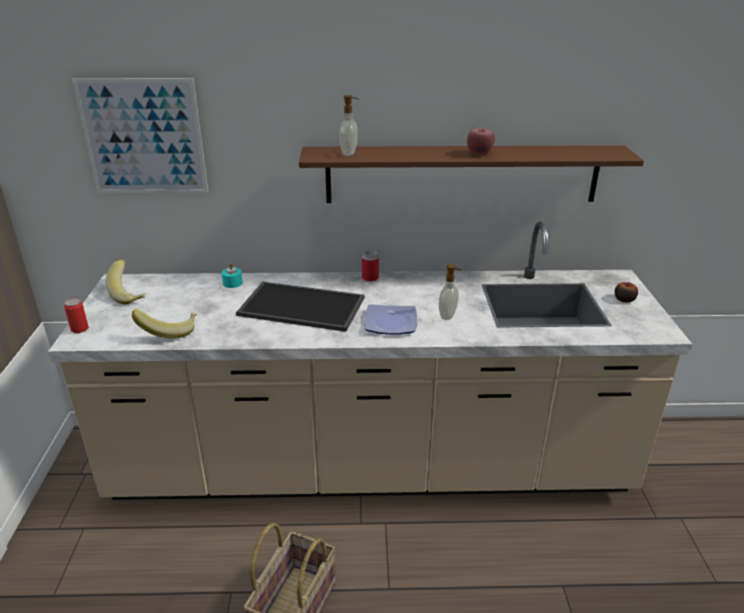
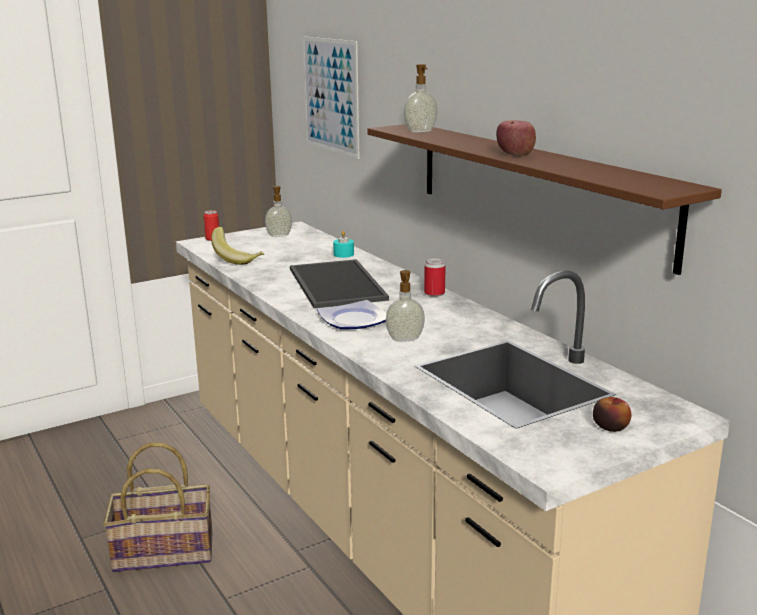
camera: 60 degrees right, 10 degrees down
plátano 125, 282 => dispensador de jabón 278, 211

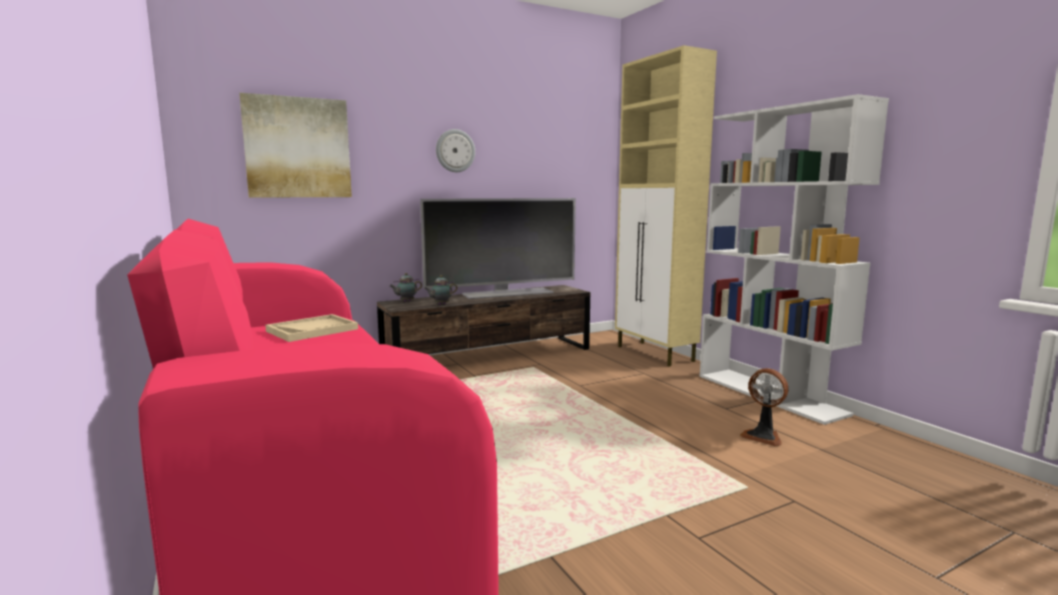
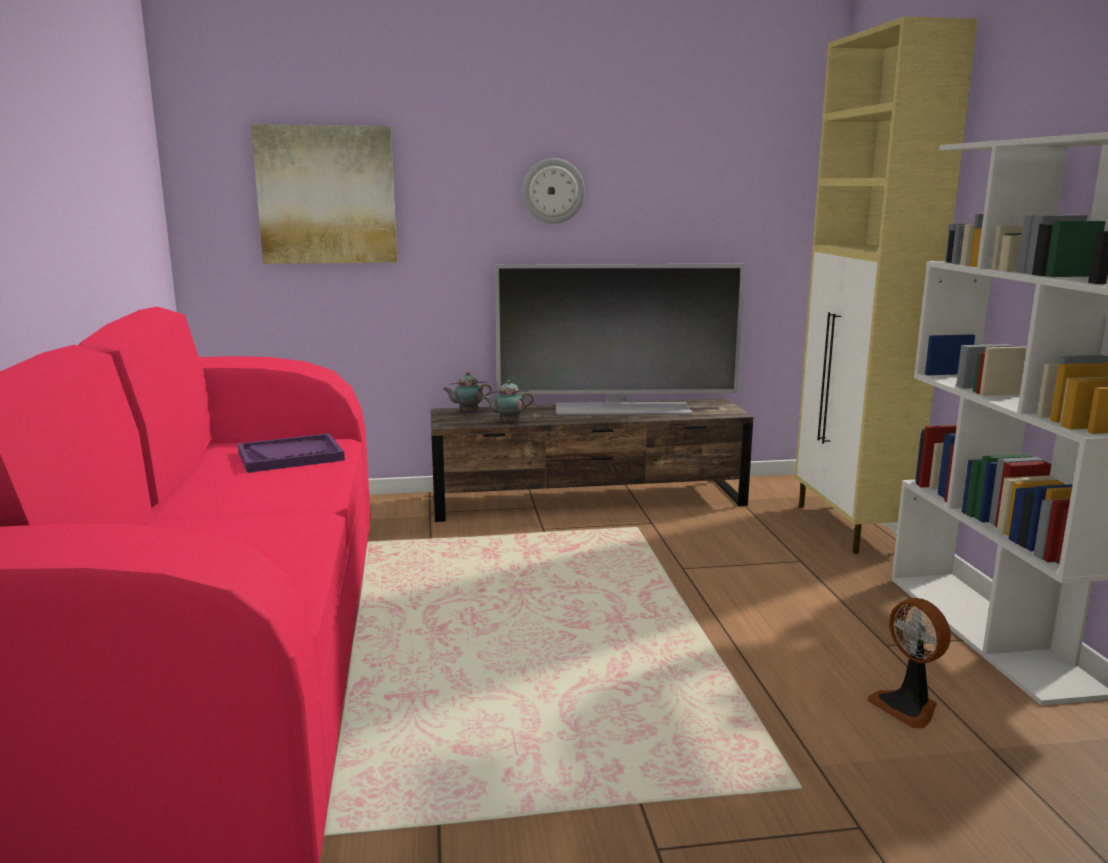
camera: 20 degrees right, 5 degrees up
bandeja (beis) 311, 328 => bandeja (morado) 291, 453

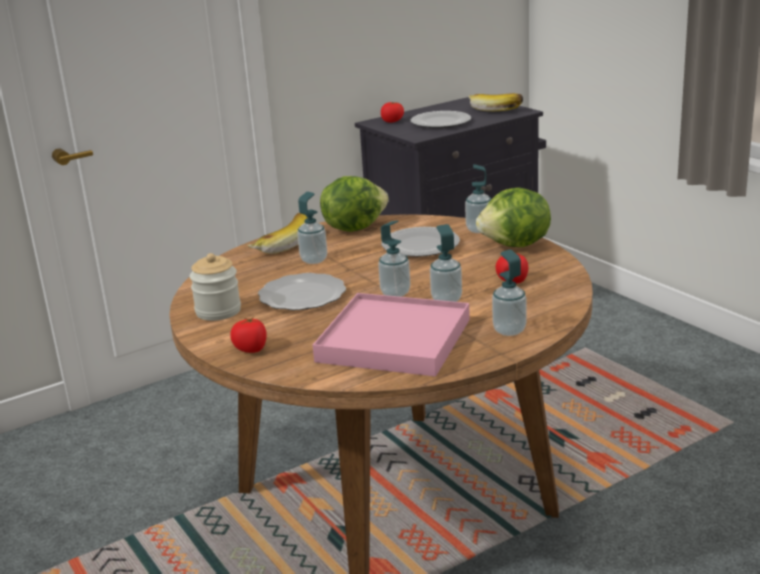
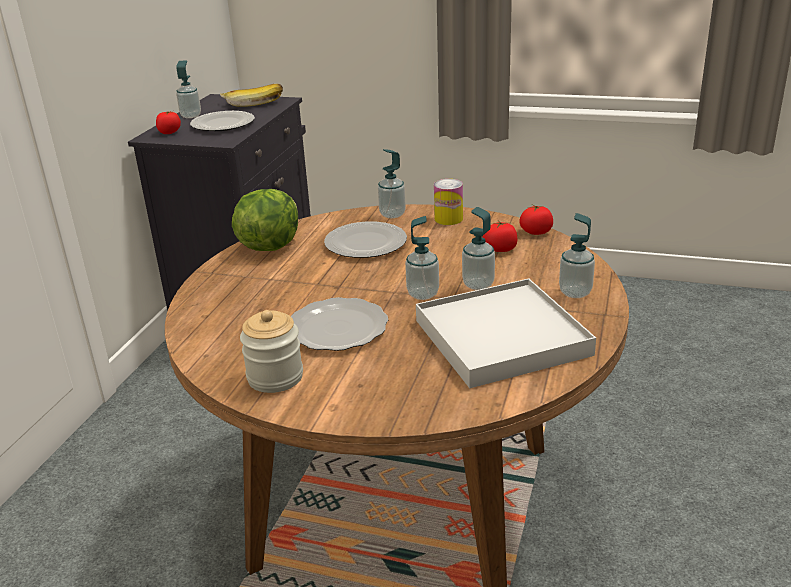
camera: 40 degrees left, 5 degrees up
dispensador de jabón 312, 228 => dispensador de jabón 188, 89, move
bandeja (rosa) 391, 335 => bandeja (blanco) 506, 333
lechuga 513, 217 => lata 448, 202
tomate 248, 335 => tomate 536, 220, move
plátano 278, 233 => nothing

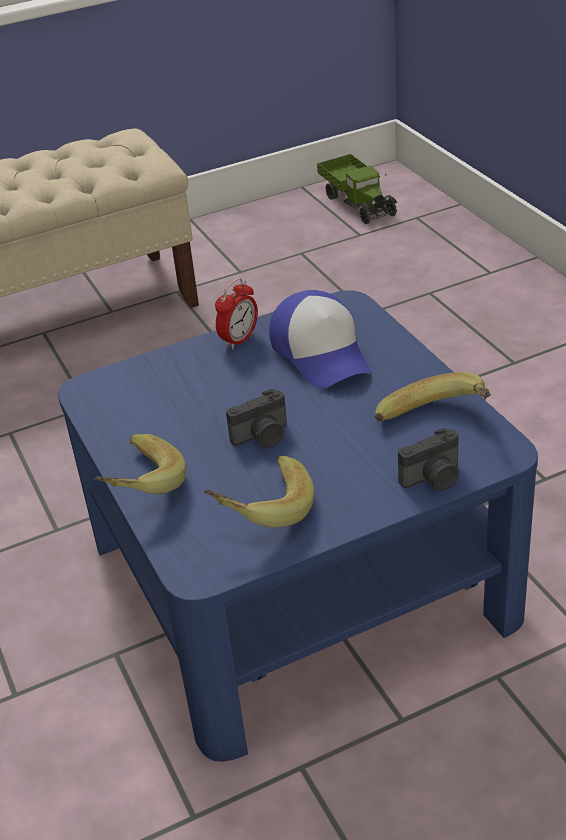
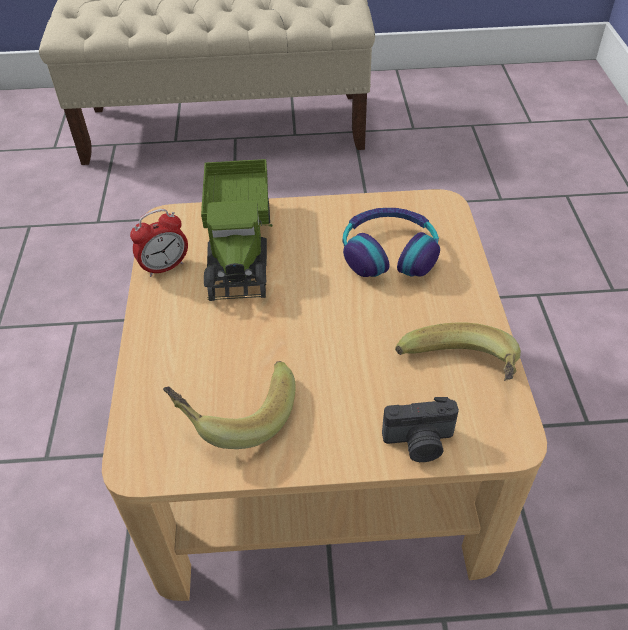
camera: 20 degrees right, 10 degrees up
mesa de centro (azul) 298, 526 => mesa de centro (beis) 324, 395
despertador 236, 314 => despertador 159, 243, move
camión de juguete 357, 189 => camión de juguete 237, 230, move
gorra 320, 339 => auriculares 391, 242
plátano 140, 464 => nothing
cámara 256, 418 => nothing

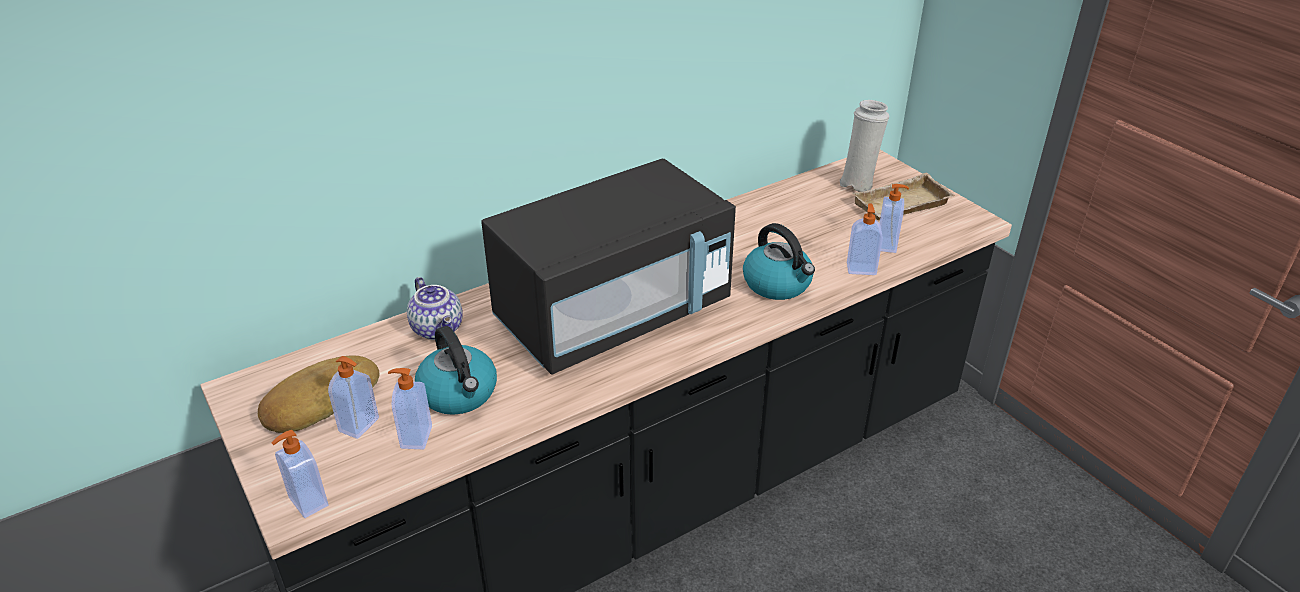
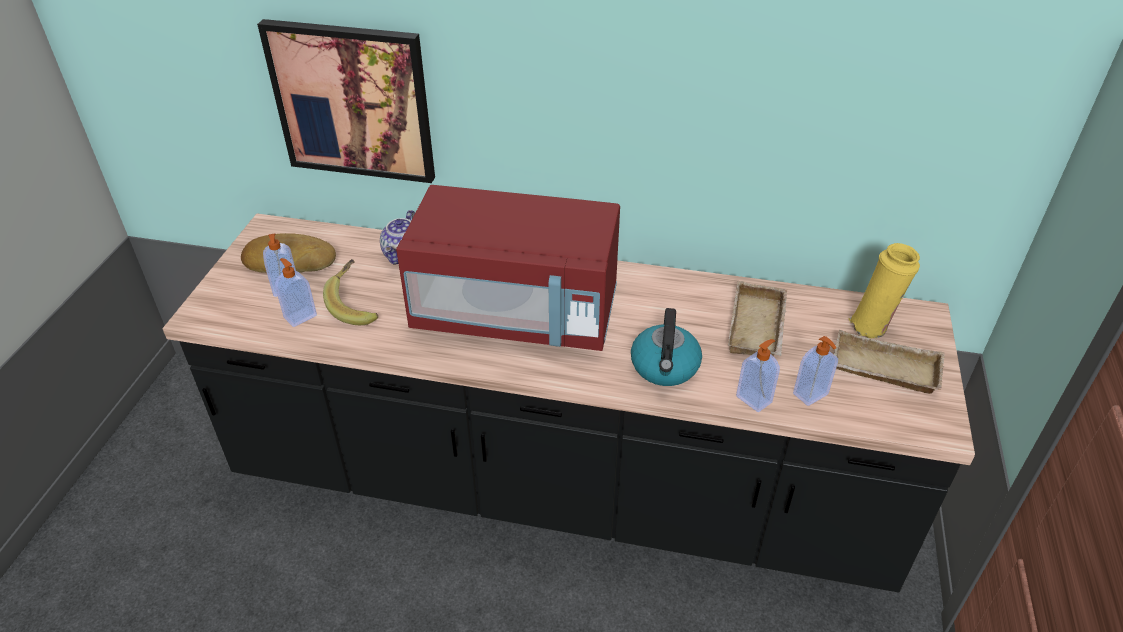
camera: 45 degrees right, 5 degrees up
nothing => cuadro 346, 101
hervidor 456, 370 => plátano 350, 292
microondas (negro) 608, 267 => microondas (rojo) 508, 268
nothing => bandeja (beis) 757, 318
florero (blanco) 864, 146 => florero (amarillo) 884, 290
dispensador de jabón 300, 474 => nothing

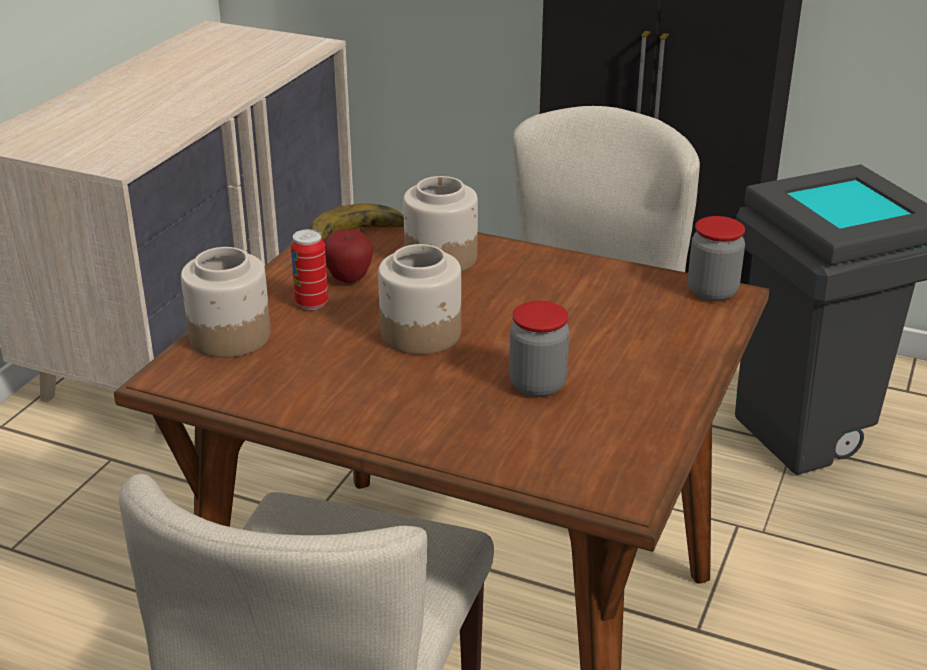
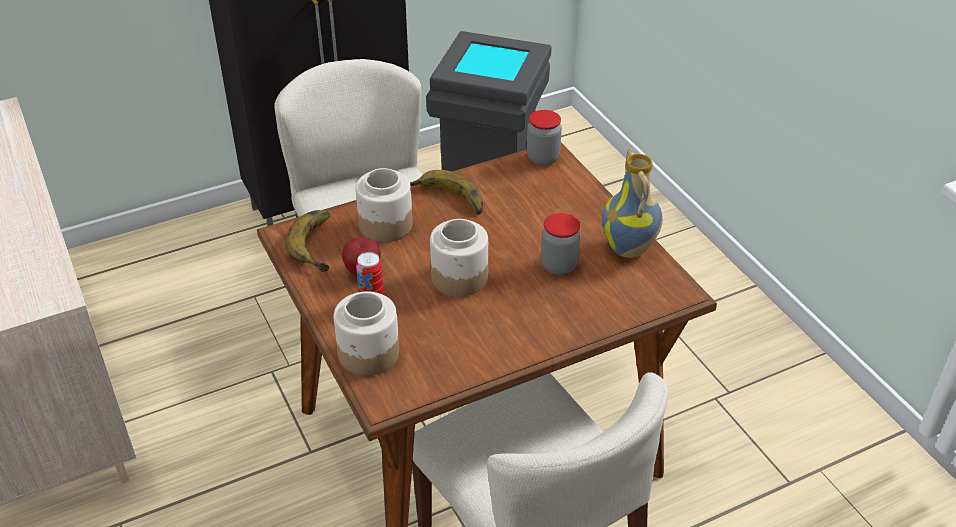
camera: 50 degrees left, 10 degrees up
nothing => plátano 446, 192
nothing => florero 632, 203

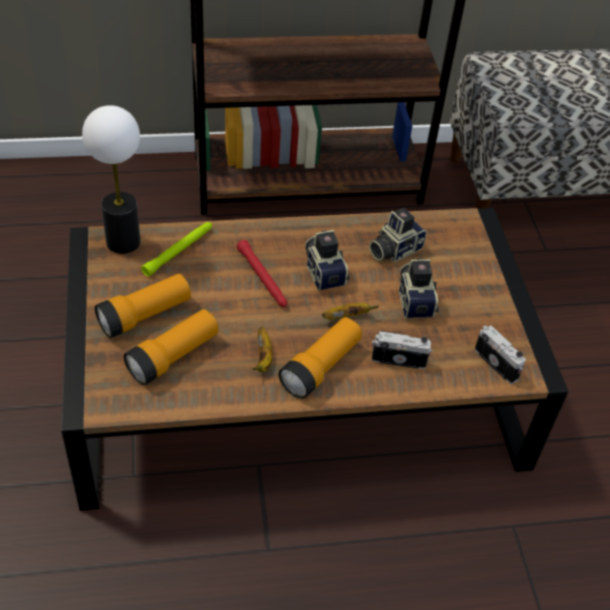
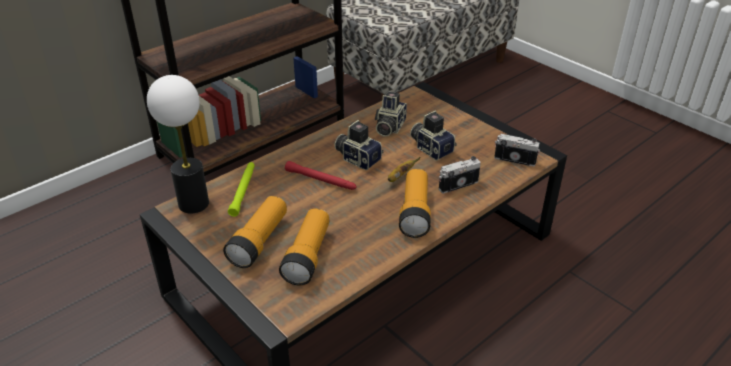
camera: 30 degrees left, 10 degrees down
plátano 262, 349 => nothing

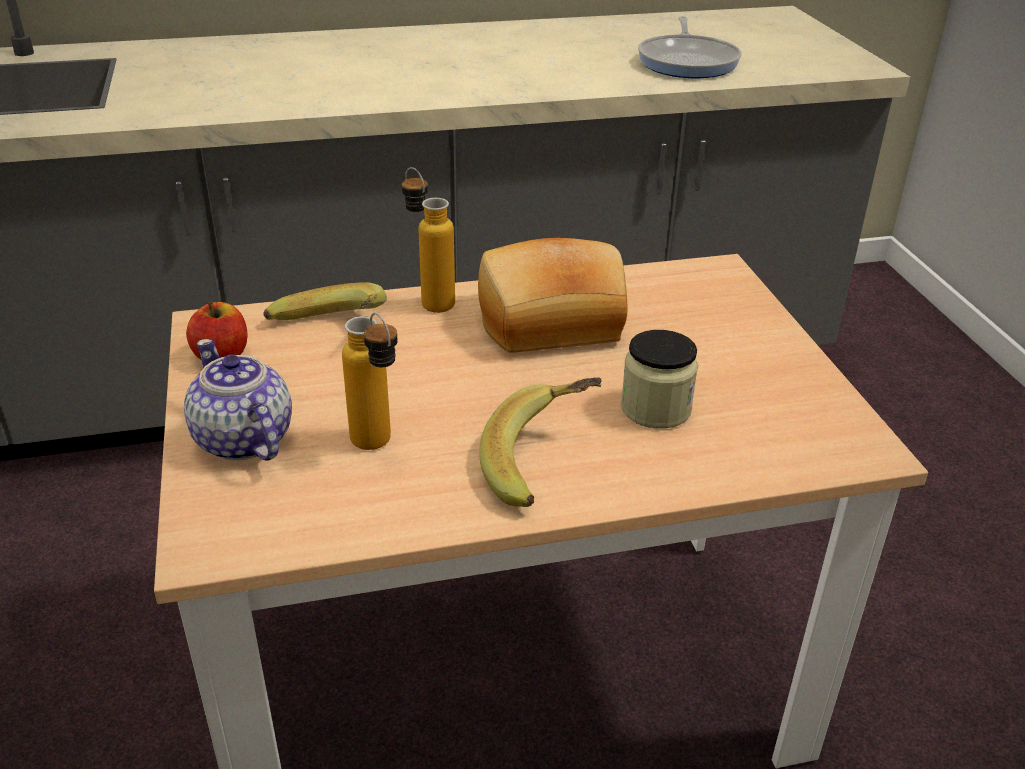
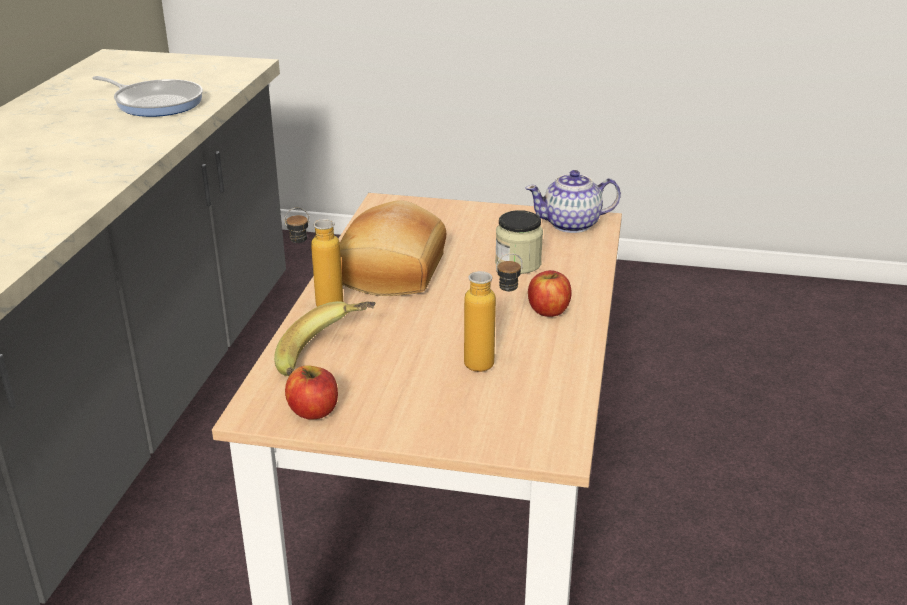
camera: 65 degrees left, 5 degrees down
tetera 238, 400 => tetera 573, 201, move
plátano 540, 442 => manzana 550, 293

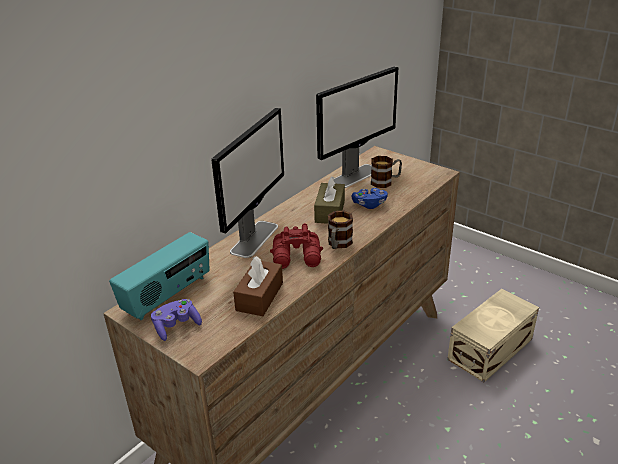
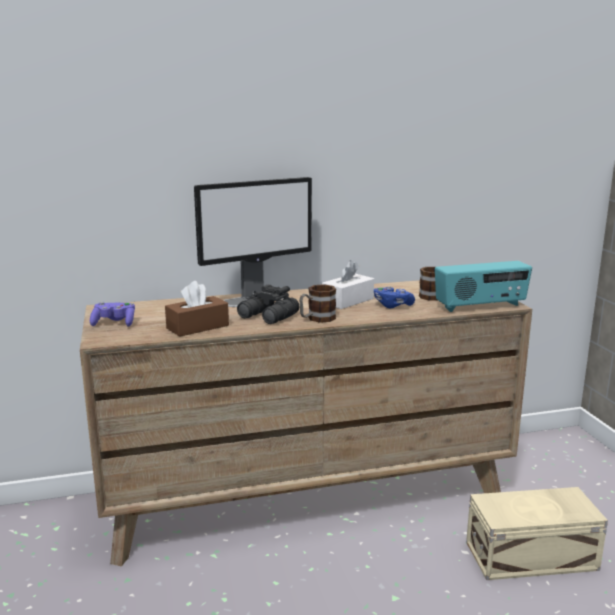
camera: 35 degrees right, 15 degrees down
prismáticos (rojo) 296, 246 => prismáticos (negro) 268, 304
caja de pañuelos (marrón) 329, 200 => caja de pañuelos (blanco) 348, 284
radio 159, 276 => radio 483, 286, move
monitor 357, 127 => nothing

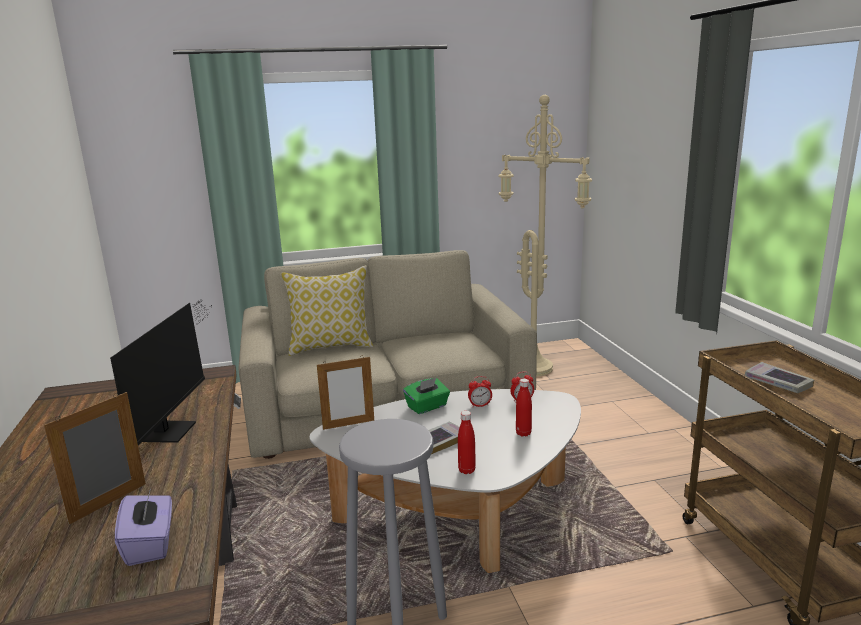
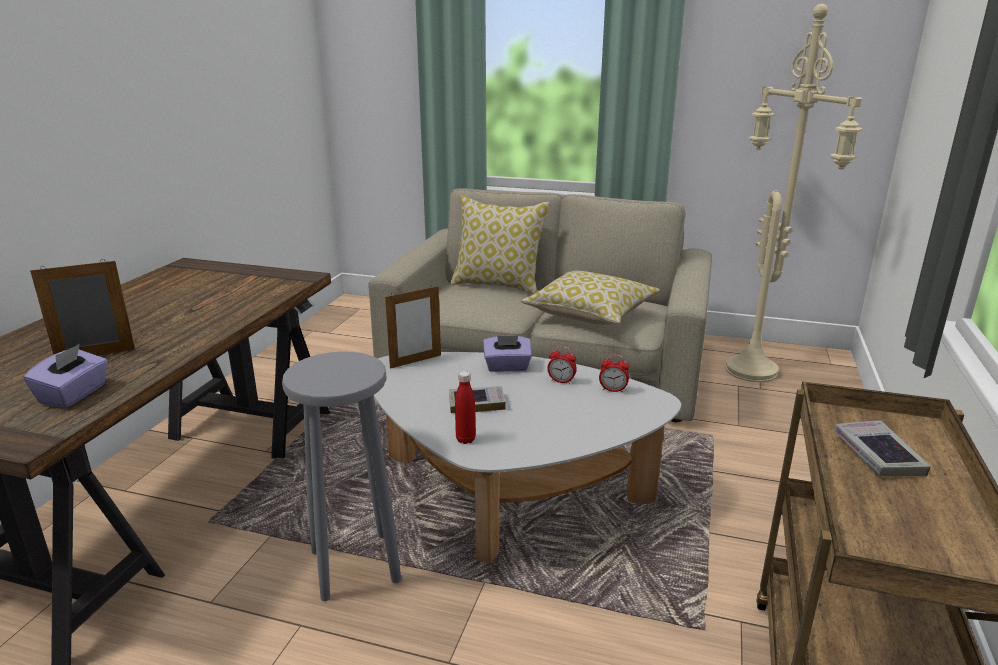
camera: 30 degrees right, 5 degrees up
portarretratos 345, 393 => portarretratos 413, 327, 45 degrees counterclockwise
caja de pañuelos (verde) 426, 395 => caja de pañuelos (morado) 507, 353
nothing => cojín 590, 298
monitor 161, 372 => nothing
botella (rojo) 524, 408 => nothing

